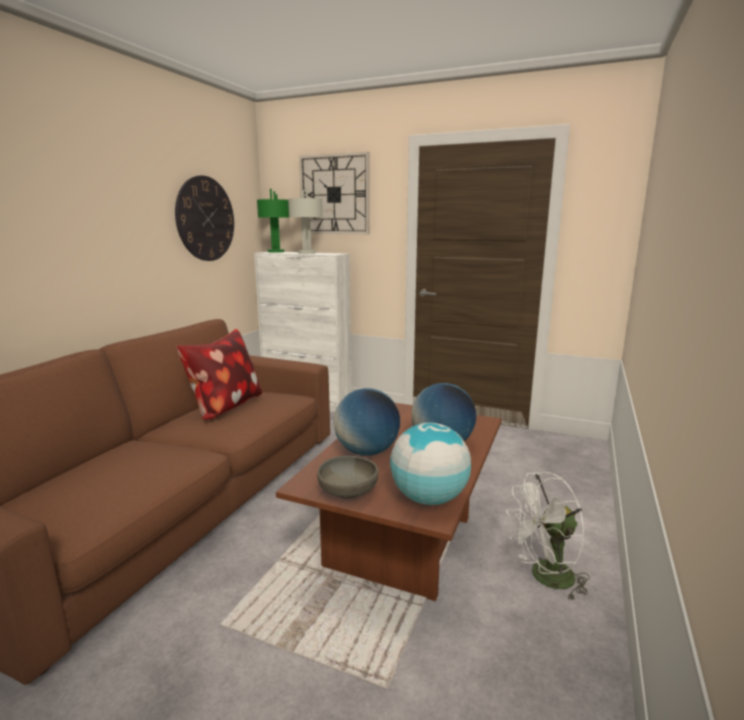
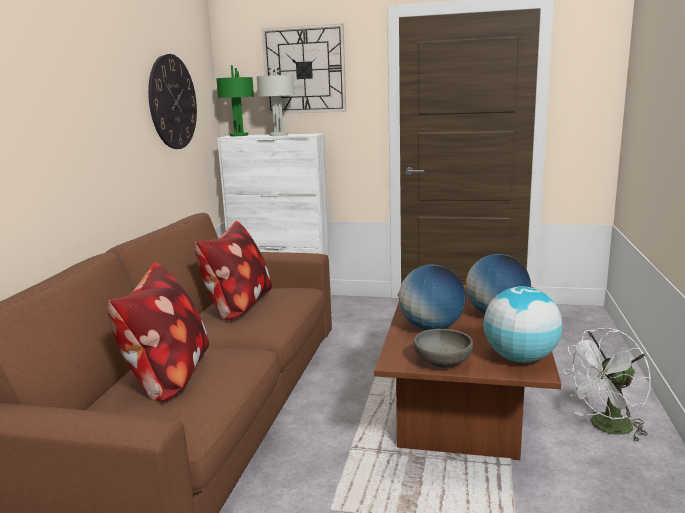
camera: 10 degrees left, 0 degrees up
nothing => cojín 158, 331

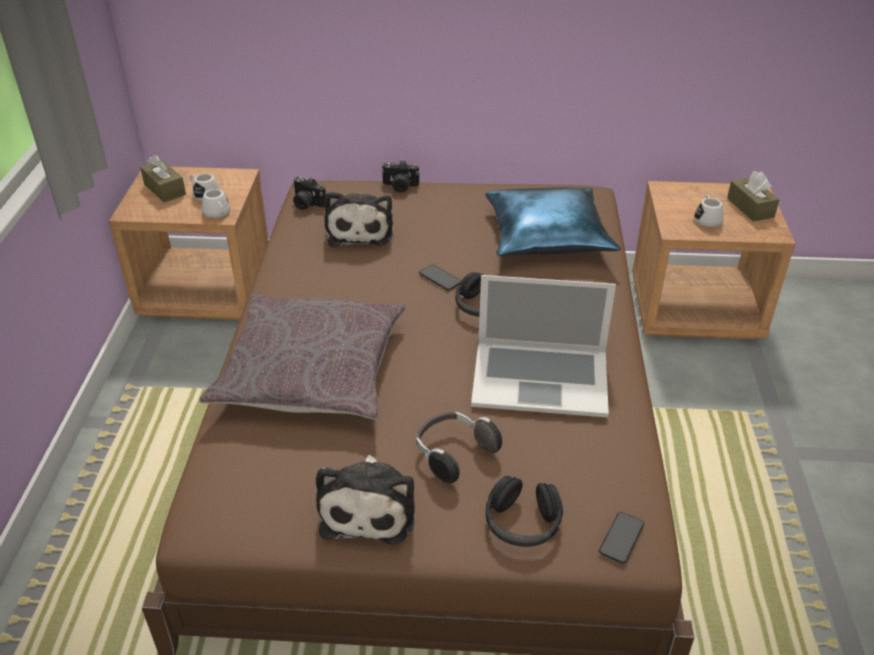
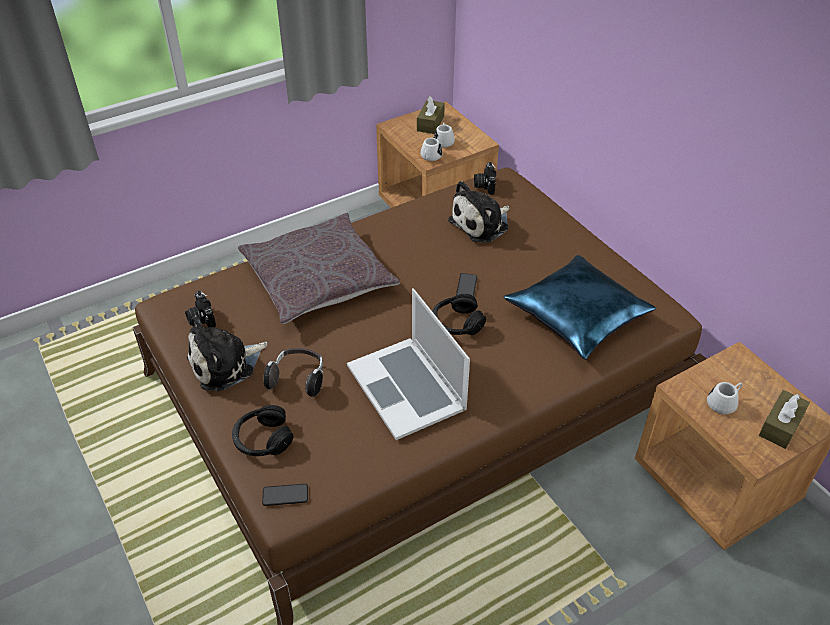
camera: 55 degrees right, 5 degrees up
cámara 400, 176 => cámara 200, 309, move

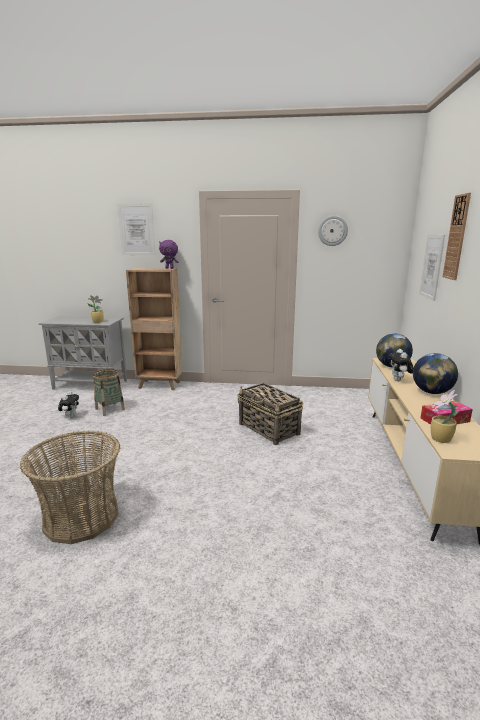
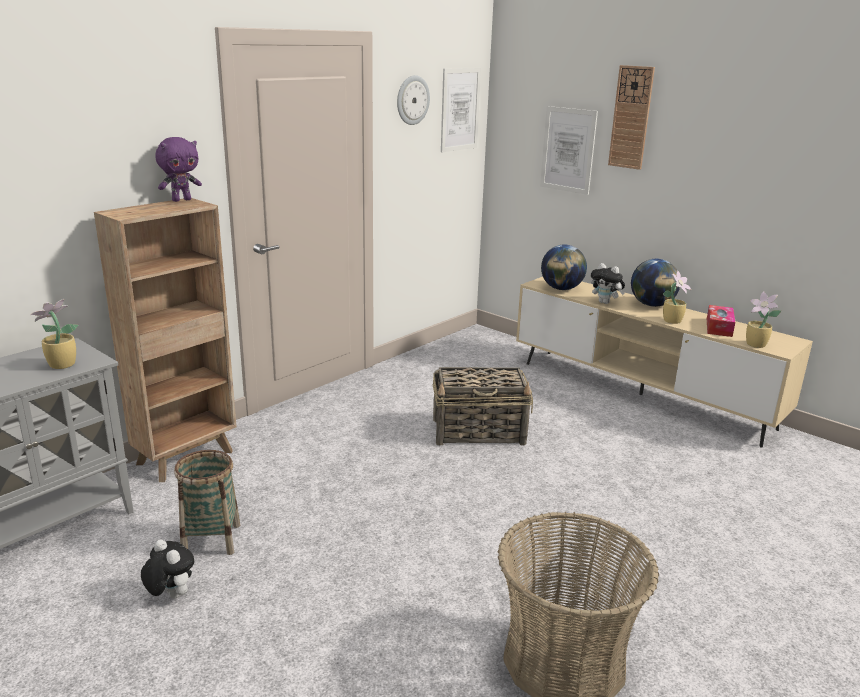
camera: 55 degrees left, 5 degrees up
cuadro 136, 230 => cuadro 461, 110, move
nothing => planta en maceta 677, 297

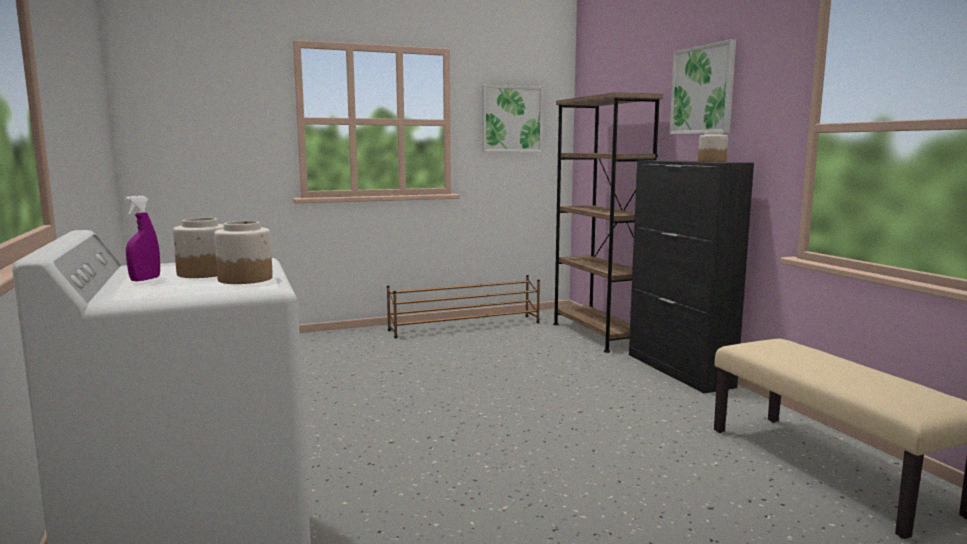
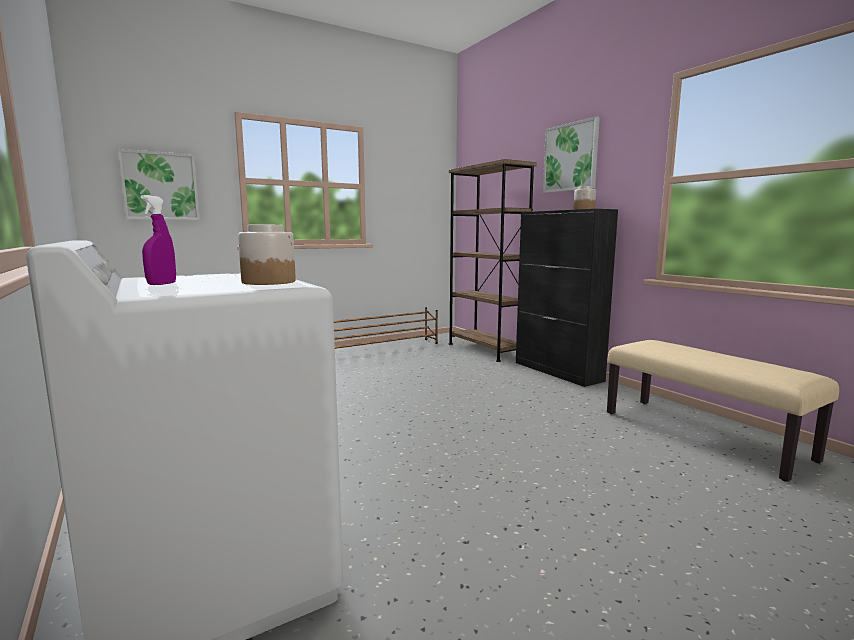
camera: 10 degrees left, 0 degrees up
cuadro 512, 118 => cuadro 159, 184, move
tarro 198, 248 => nothing

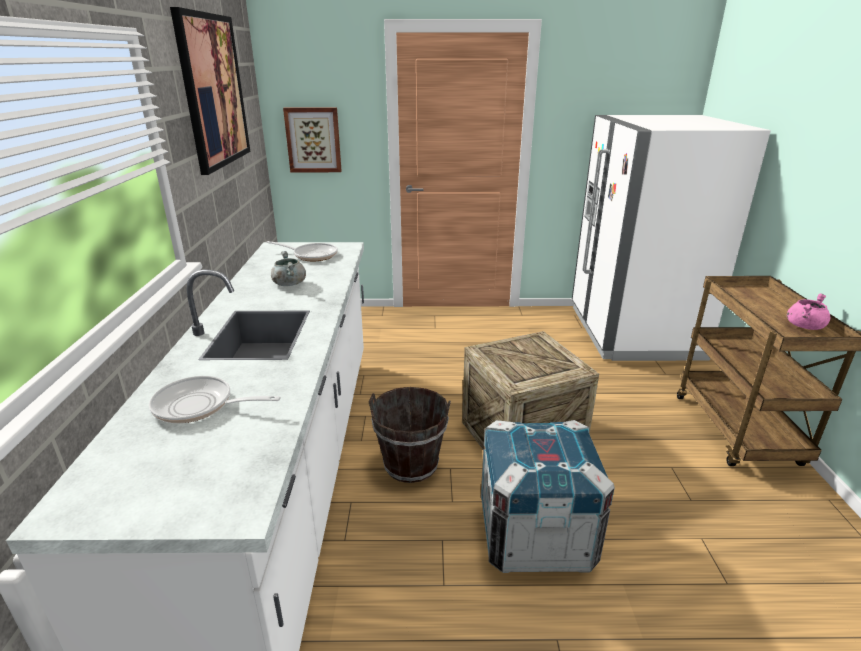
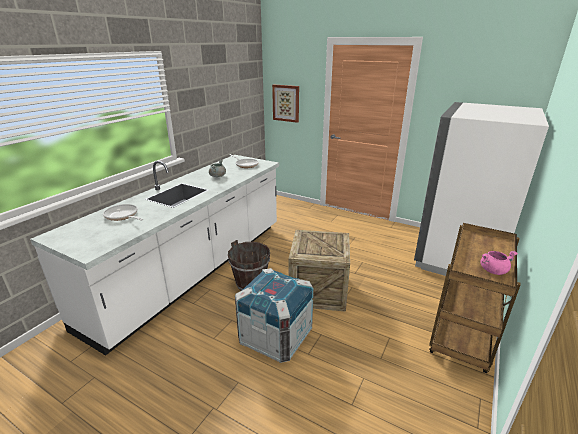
camera: 30 degrees right, 0 degrees up
cuadro 210, 91 => nothing

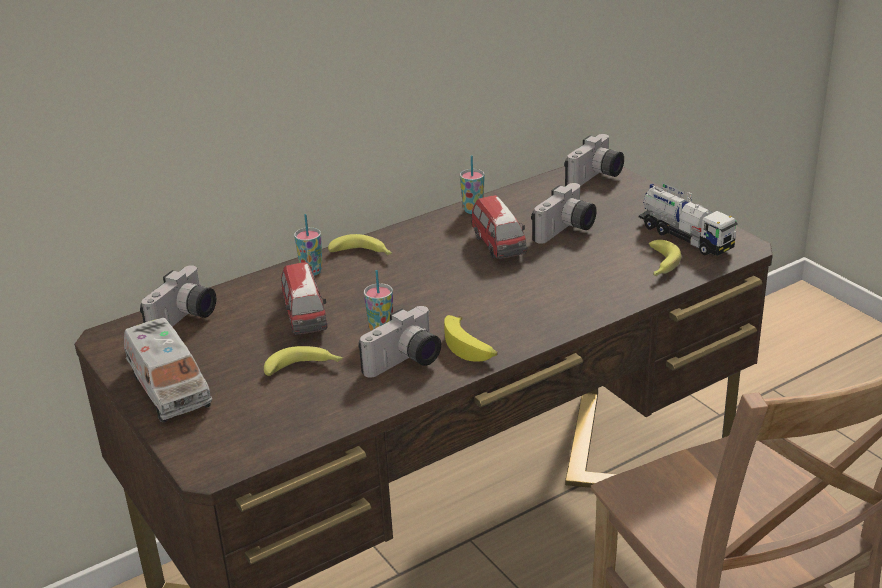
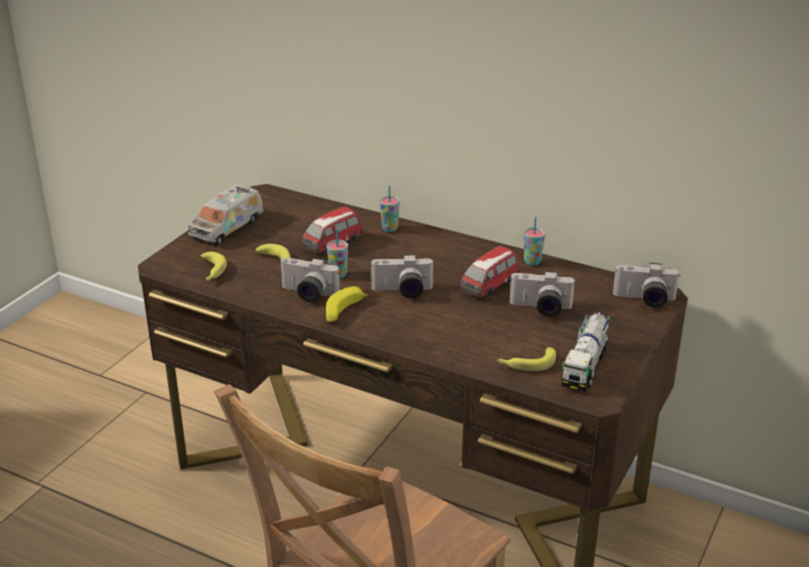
camera: 60 degrees right, 0 degrees up
plátano 360, 244 => plátano 214, 266, move
cámara 178, 296 => cámara 402, 276, move

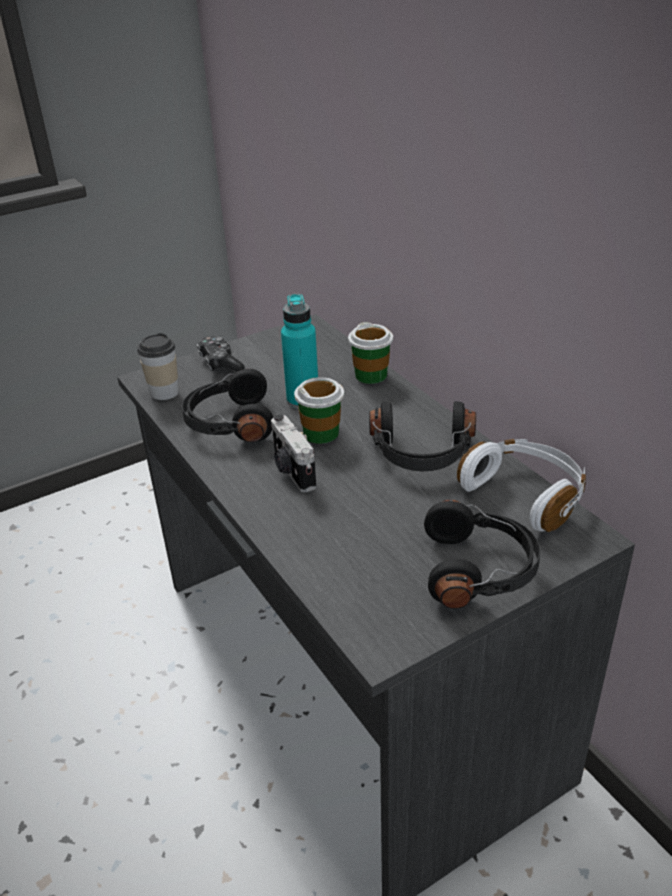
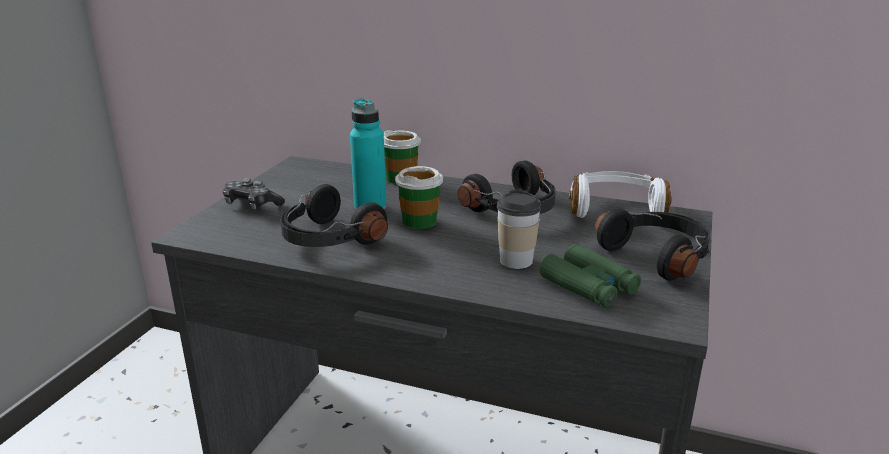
camera: 40 degrees left, 10 degrees down
taza 157, 366 => taza 519, 229, move
nothing => prismáticos (verde) 590, 275
cámara 293, 453 => nothing

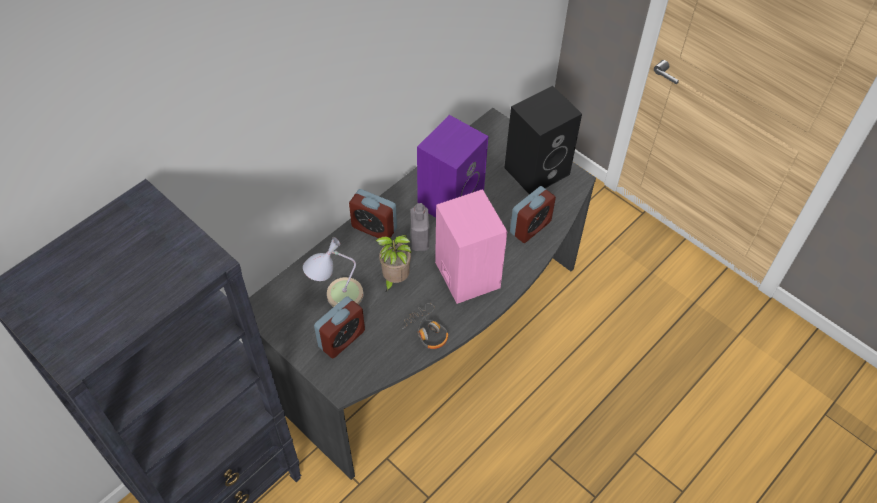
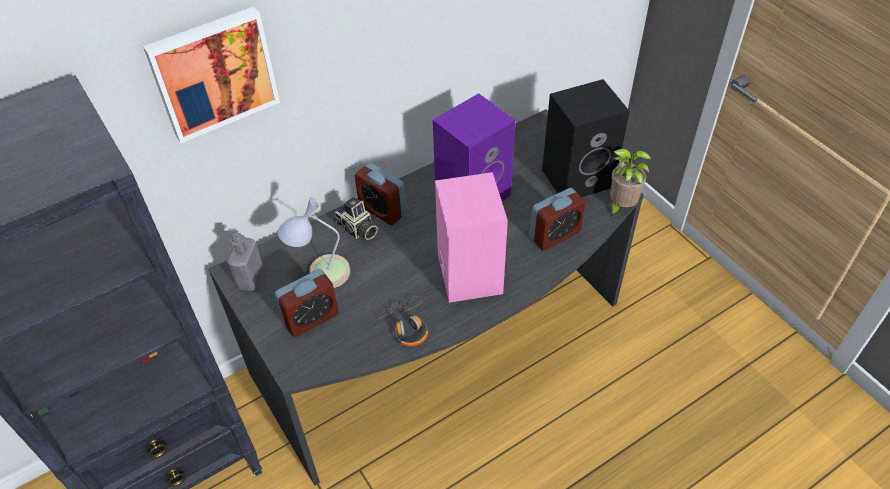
camera: 15 degrees right, 5 degrees down
nothing => cuadro 211, 74
botella (gris) 419, 227 => botella (gris) 245, 261, move
nothing => cámara 355, 218
planta en maceta 393, 264 => planta en maceta 630, 183, move

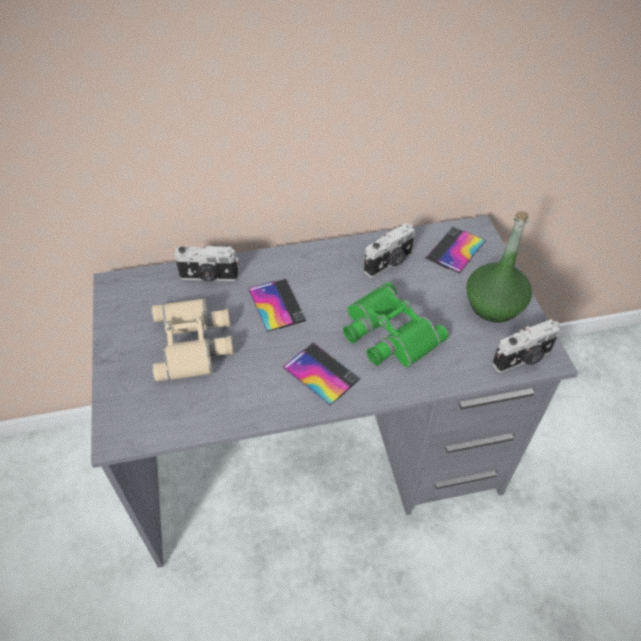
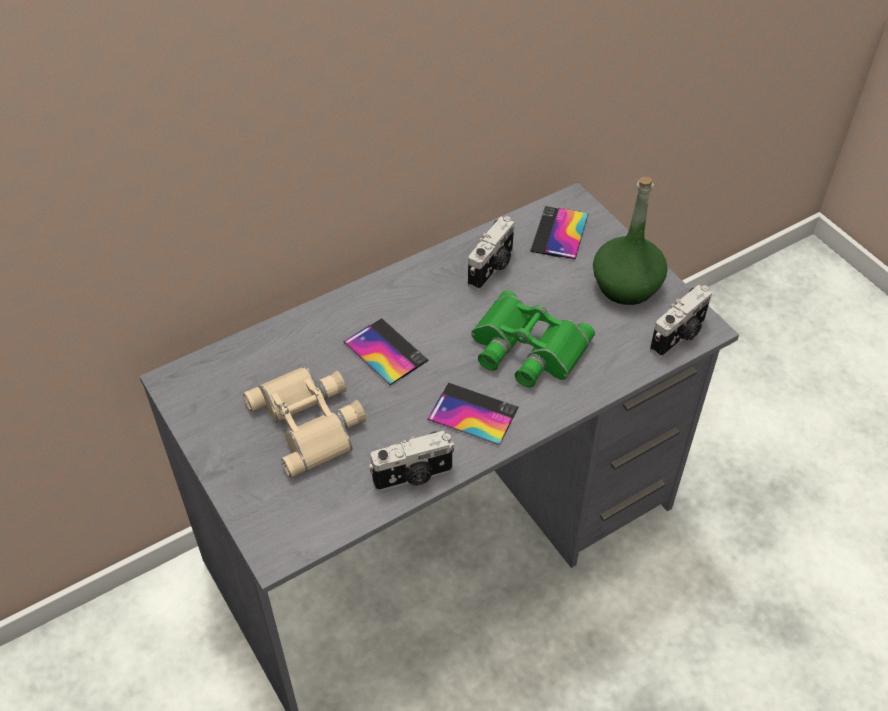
camera: 20 degrees left, 0 degrees up
cámara 206, 264 => cámara 412, 461, move

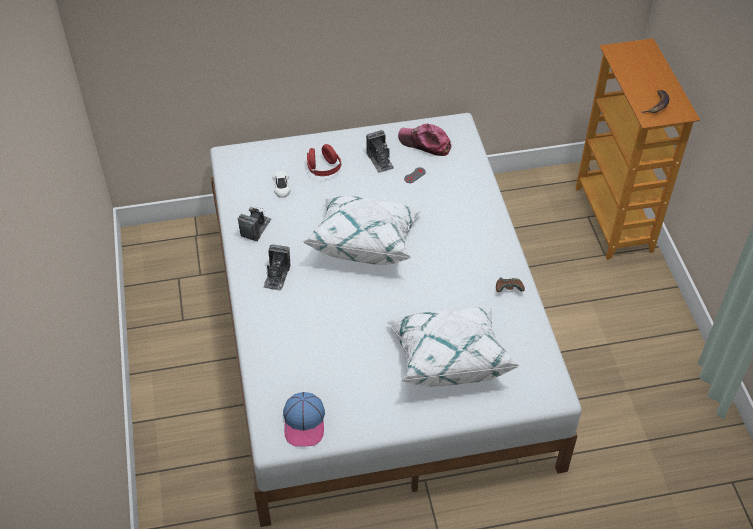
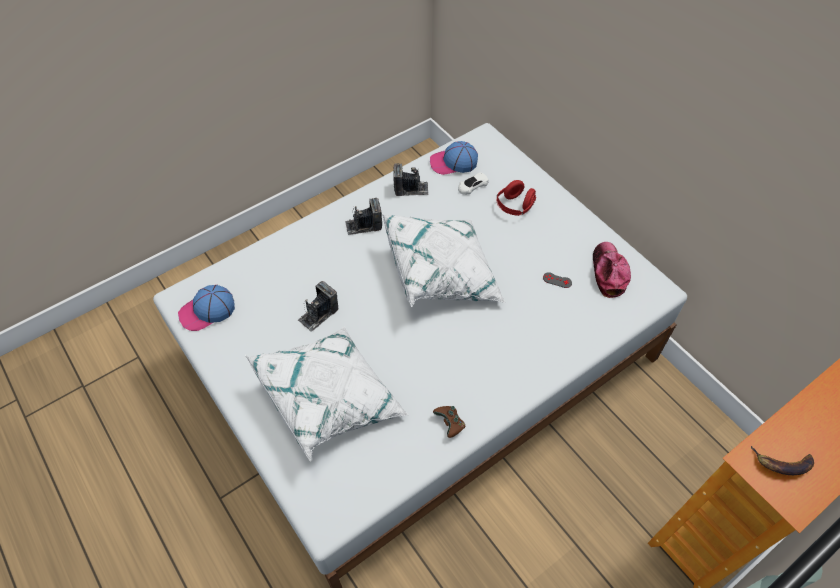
camera: 65 degrees right, 5 degrees up
cámara 380, 151 => cámara 318, 306, move
nothing => gorra 454, 158

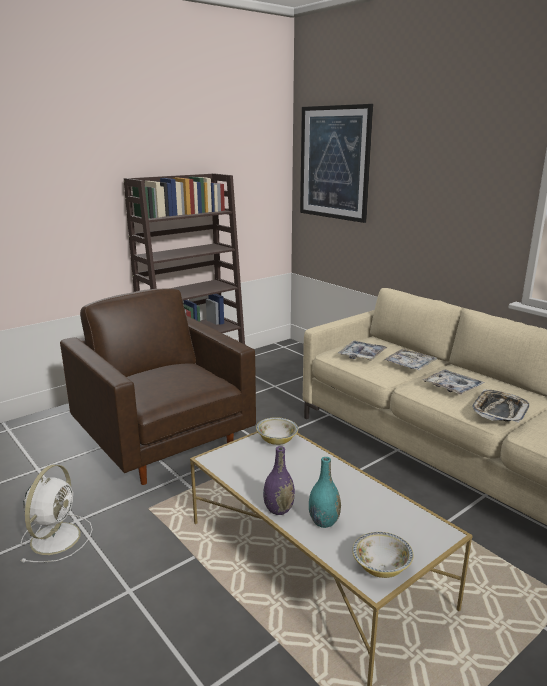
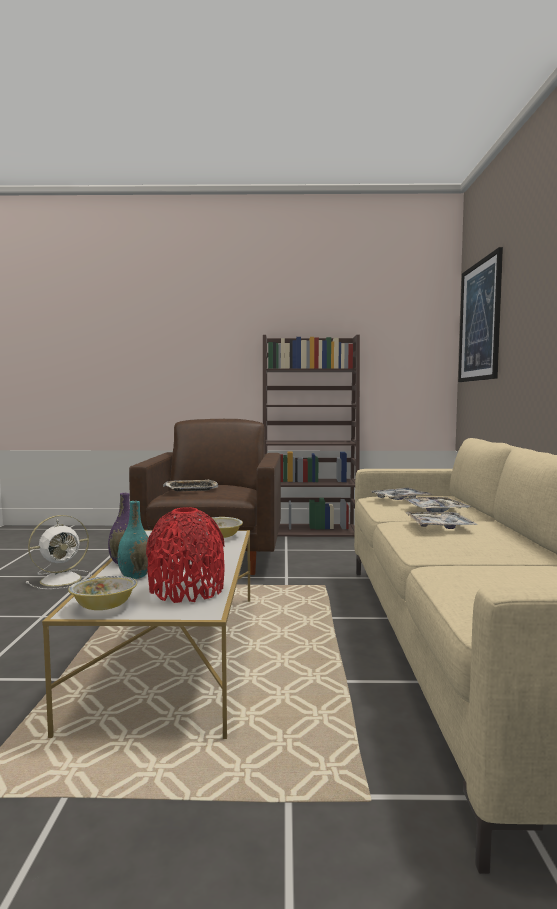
camera: 40 degrees right, 15 degrees down
nothing => florero (rojo) 185, 555
bandeja 500, 406 => bandeja 190, 485, move

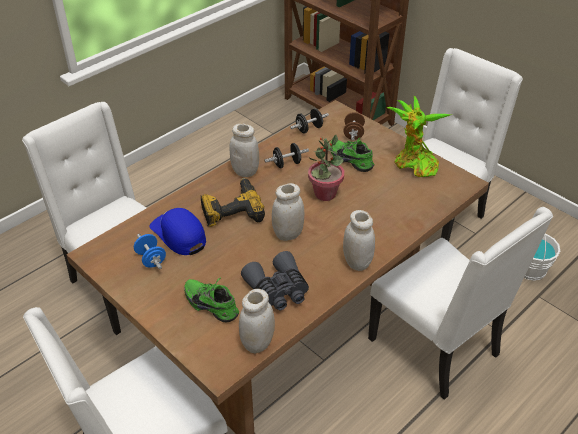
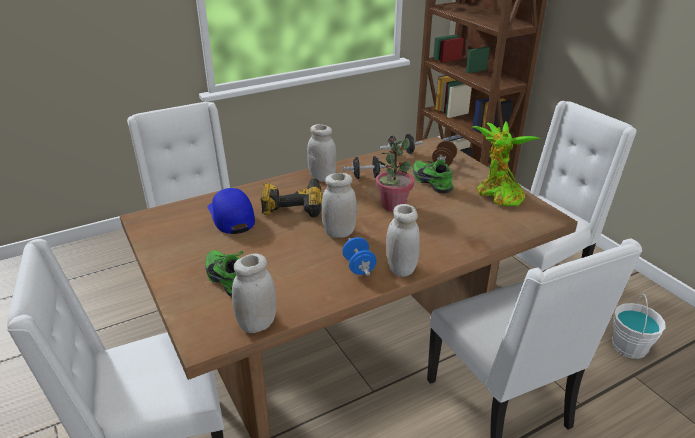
camera: 15 degrees right, 10 degrees down
mancuerna (azul) 150, 251 => mancuerna (azul) 359, 256, move
prismáticos (gris) 275, 280 => nothing

